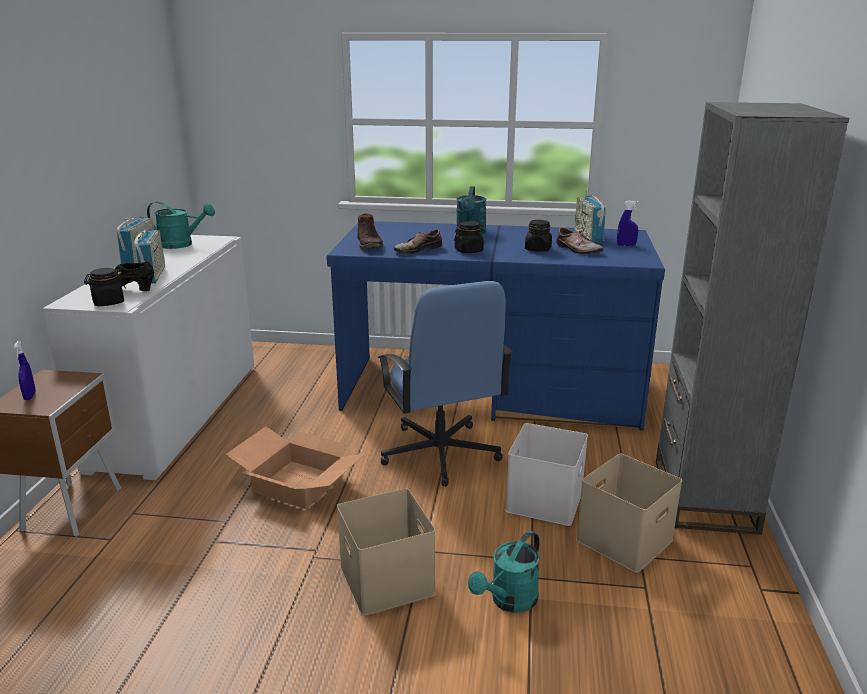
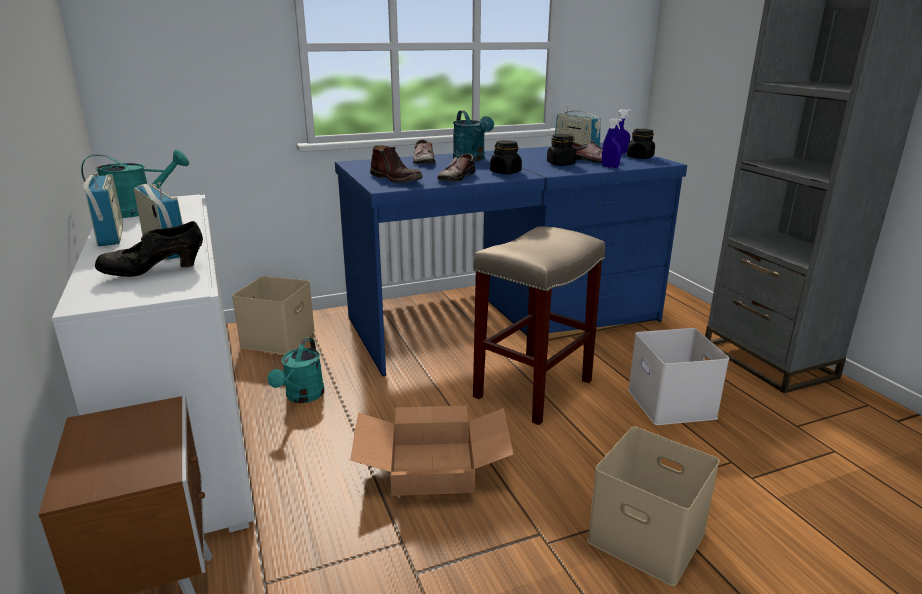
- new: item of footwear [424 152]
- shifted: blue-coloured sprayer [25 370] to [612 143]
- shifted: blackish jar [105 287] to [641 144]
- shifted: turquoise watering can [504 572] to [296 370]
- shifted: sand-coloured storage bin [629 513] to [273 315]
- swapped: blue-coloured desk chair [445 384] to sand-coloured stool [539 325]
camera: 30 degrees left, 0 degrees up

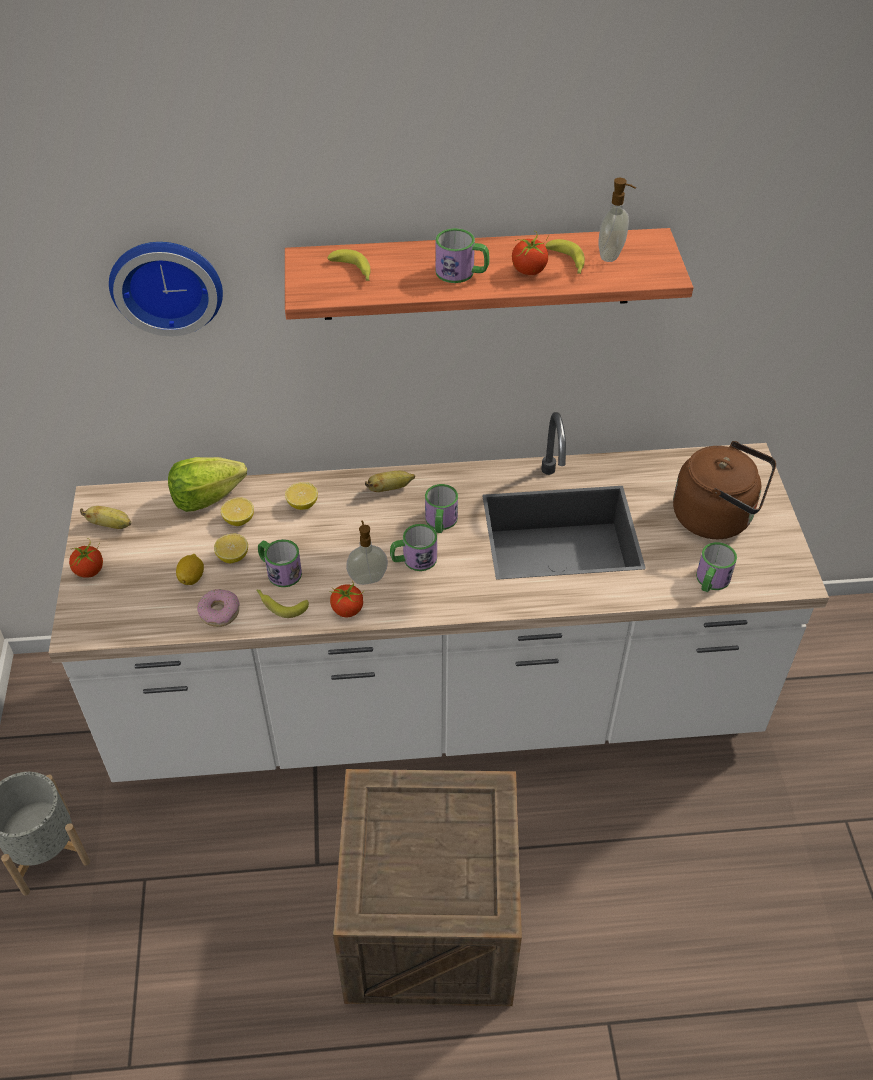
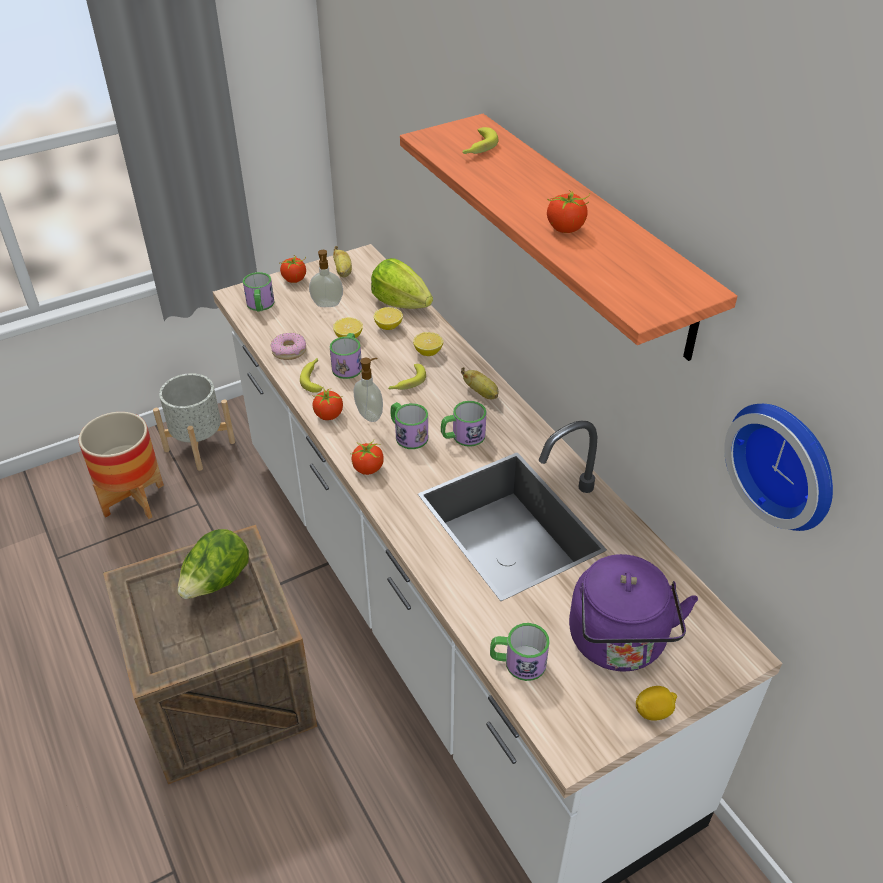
- new: flower pot [121 465]
- new: head of lettuce [213 564]
- new: whole tomato [367 457]
- shifted: clock on the wall [166 289] to [778 467]
- shifted: whole lemon [190 569] to [656 703]
- shifted: coffee mug [463 255] to [258 292]
- shifted: banana [565 256] to [407 377]
- shifted: soap dispenser [617 220] to [326 278]
- repainted: brown-coloured water kettle [724 490] to purplish water kettle [633 613]
camera: 65 degrees right, 5 degrees down

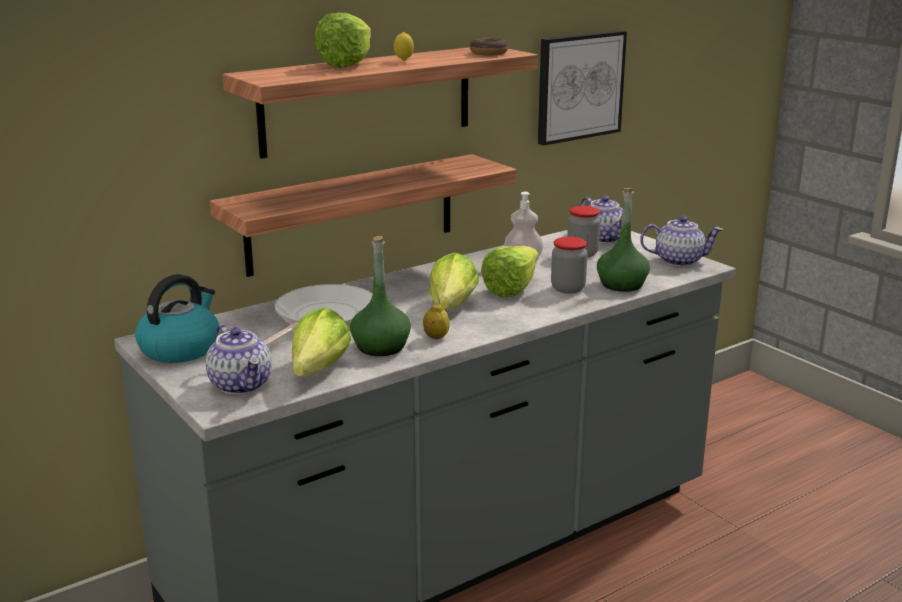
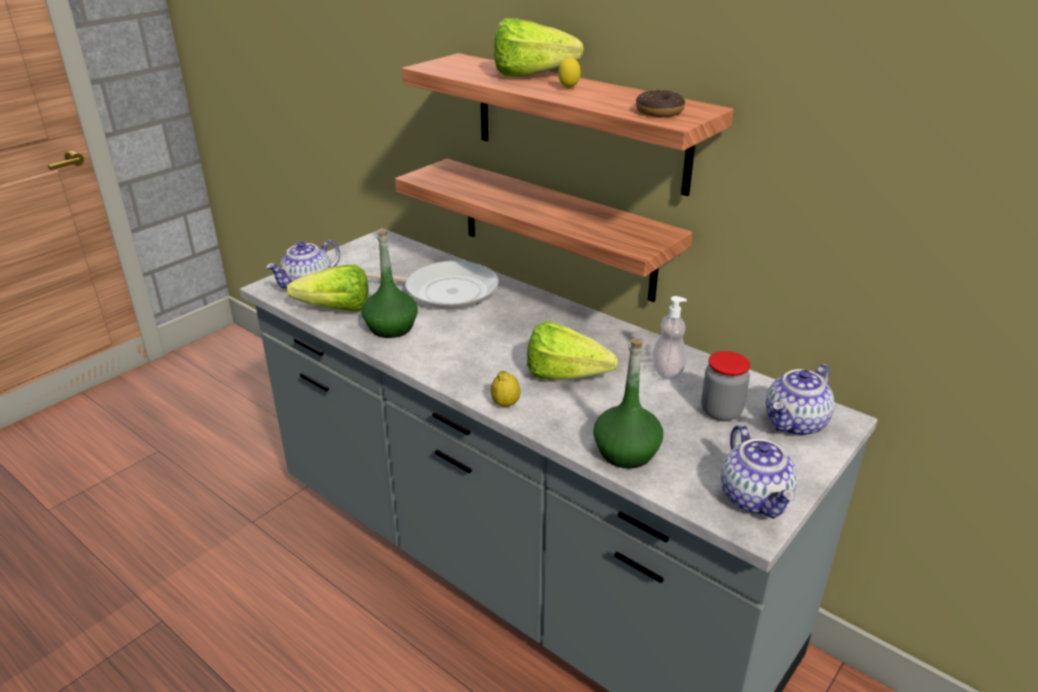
- gone: water kettle [177 318]
- gone: head of lettuce [454 281]
- gone: wall picture [582 88]
- gone: jar [569 265]
- shifted: whole lemon [436 321] to [505 389]
camera: 75 degrees right, 10 degrees up

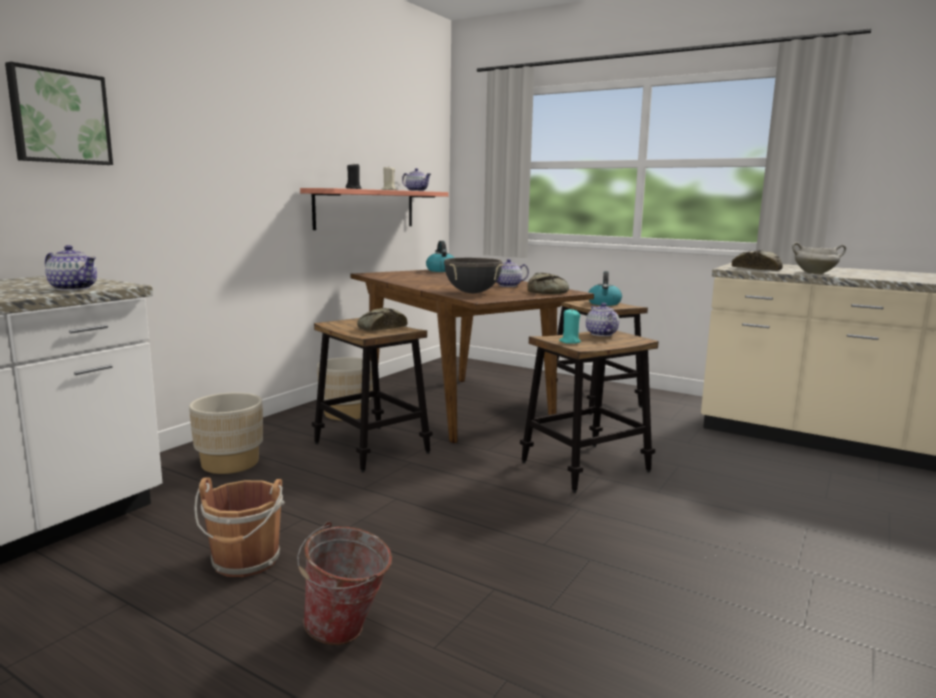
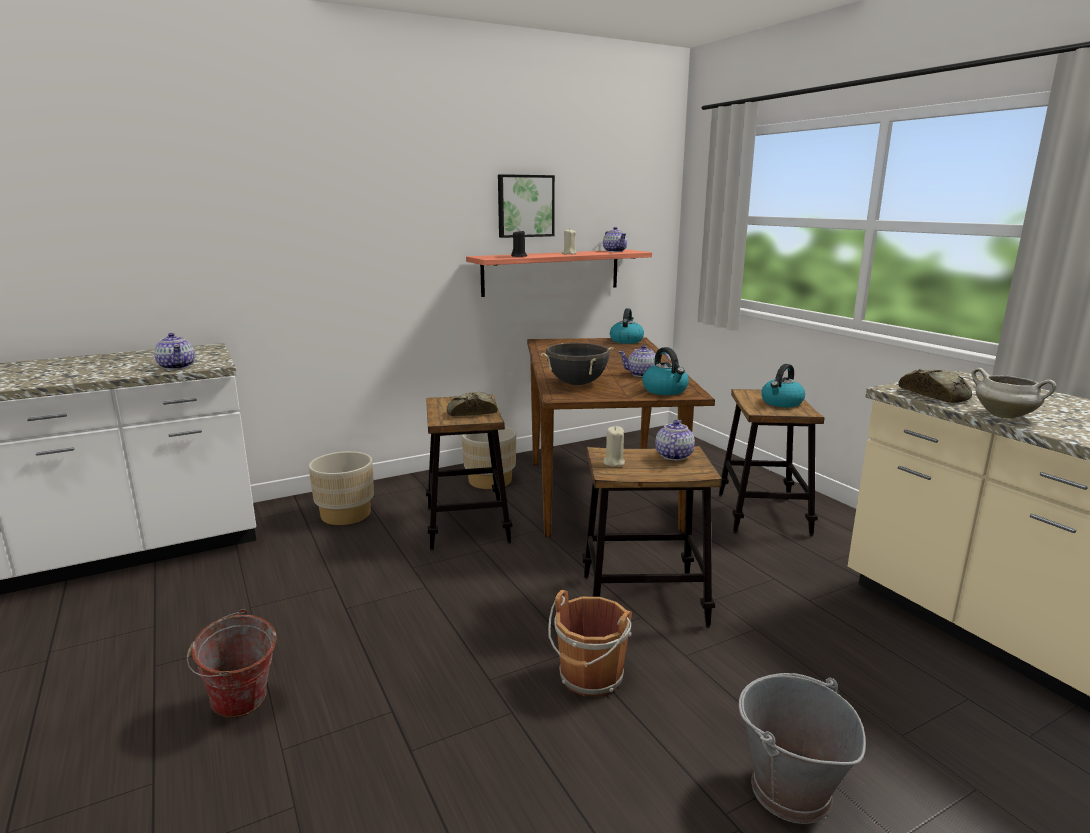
- new: grey pail [802 748]
- shifted: wall picture [59 113] to [526 206]
- shifted: brown-coloured pail [239 527] to [590 643]
- swapped: bakery bread [548 283] to water kettle [665 371]
- repainted: turquoise candle [570 326] to sand-coloured candle [614 446]
camera: 30 degrees right, 5 degrees up

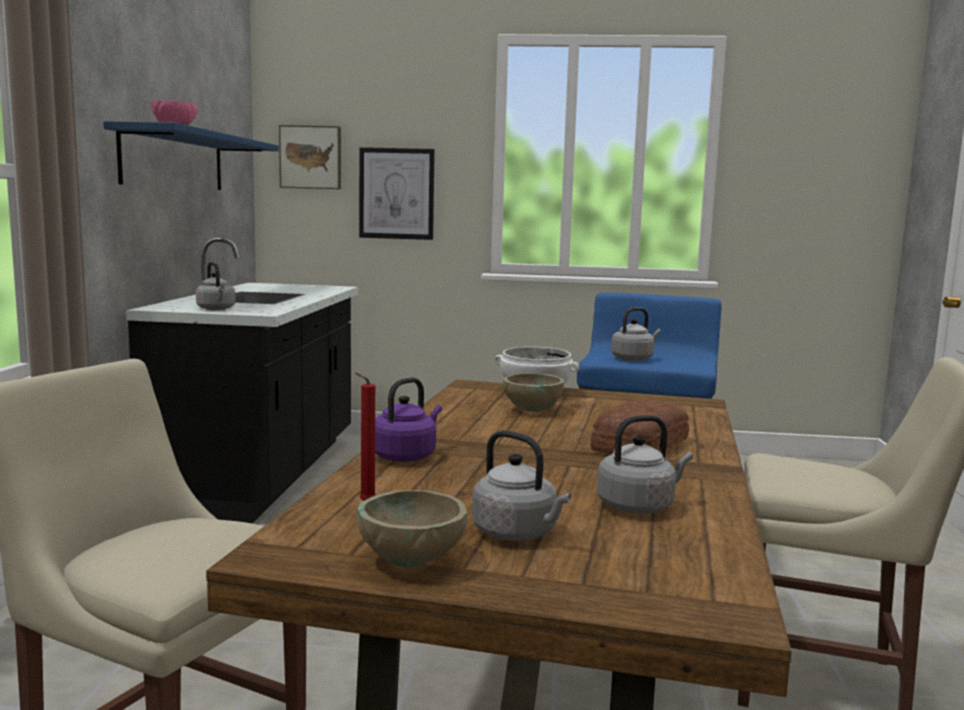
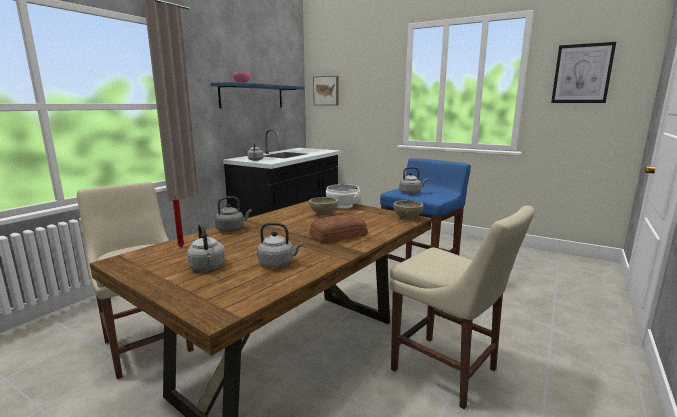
- shifted: sand-coloured bowl [412 528] to [408 209]
- shifted: wall picture [397 193] to [583 72]
- repainted: purplish water kettle [408 419] to grey water kettle [233 214]
camera: 25 degrees right, 5 degrees up

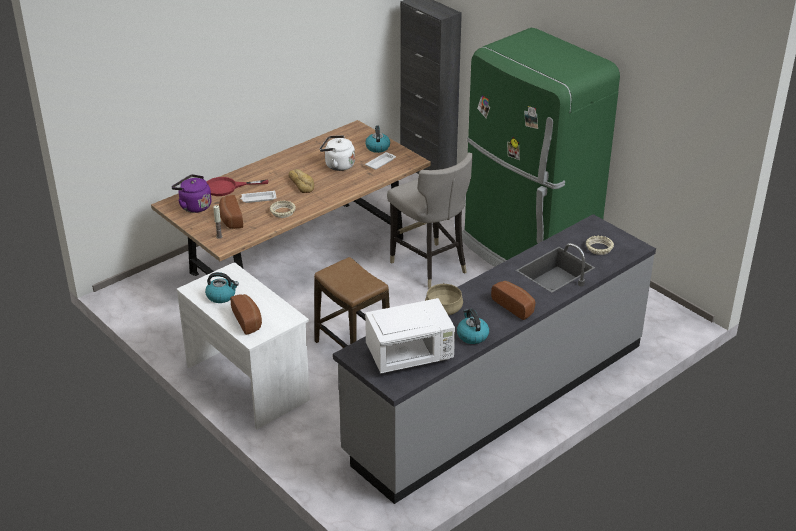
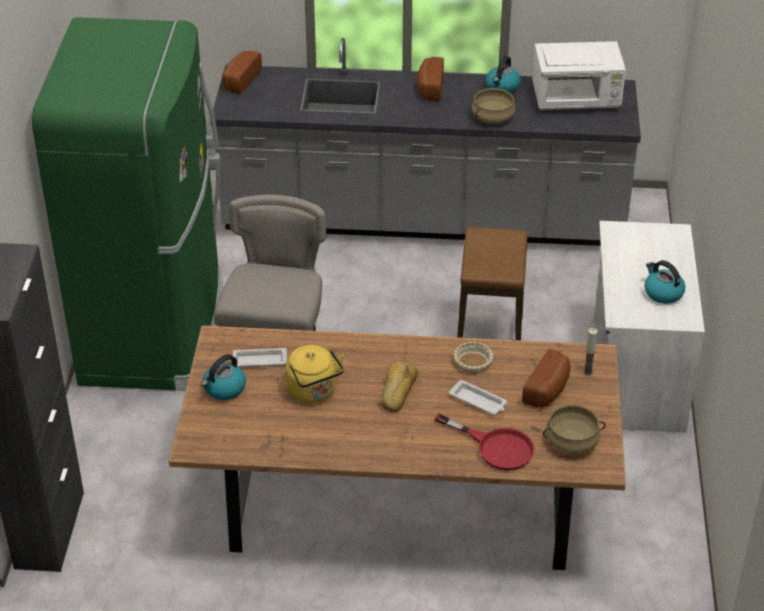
- gone: sand-coloured bowl [600 245]
- shifted: bakery bread [246 314] to [242 72]
- swapped: purplish water kettle [192 193] to sand-coloured saucepot [574 429]
- repainted: whitish water kettle [337 153] to yellow-coloured water kettle [314 374]
- rotated: whitish kitchen microwave [410 335] = [579 75] 150 degrees clockwise
camera: 135 degrees left, 5 degrees up

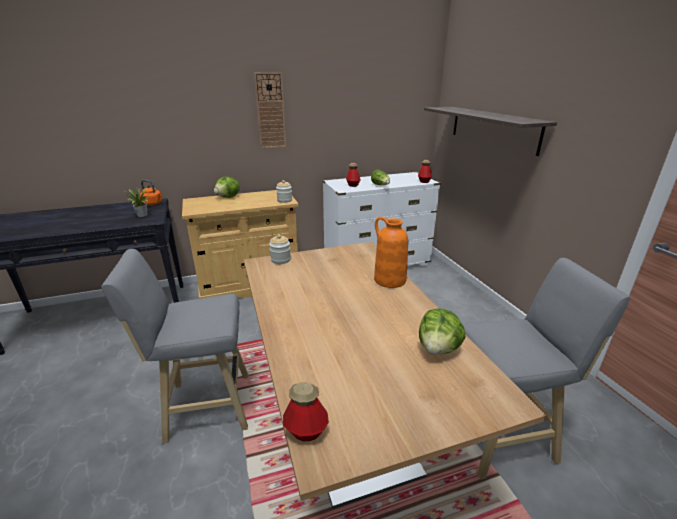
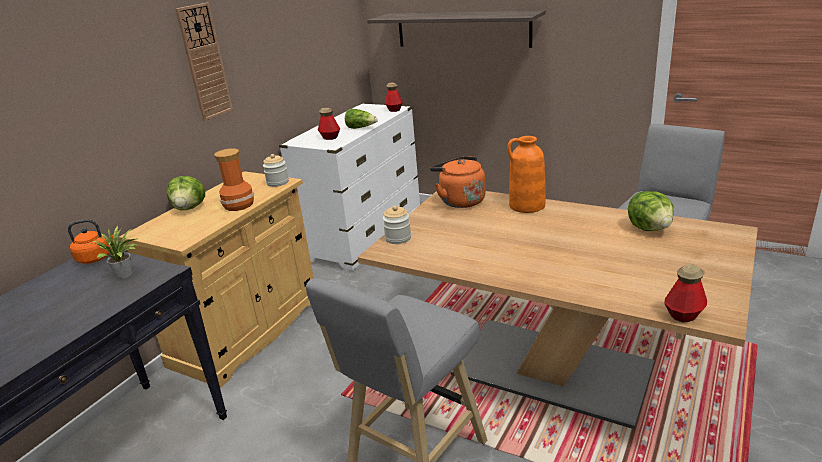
- new: decorative vase [234 179]
- new: orange-coloured water kettle [458 182]
camera: 40 degrees left, 0 degrees up

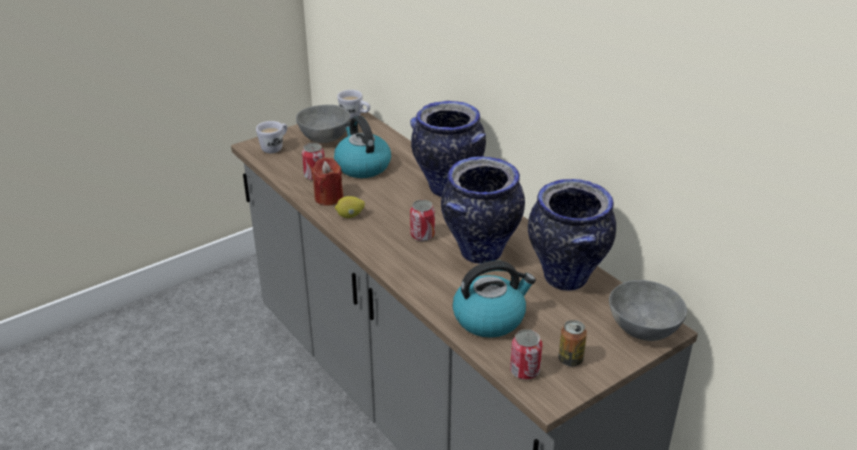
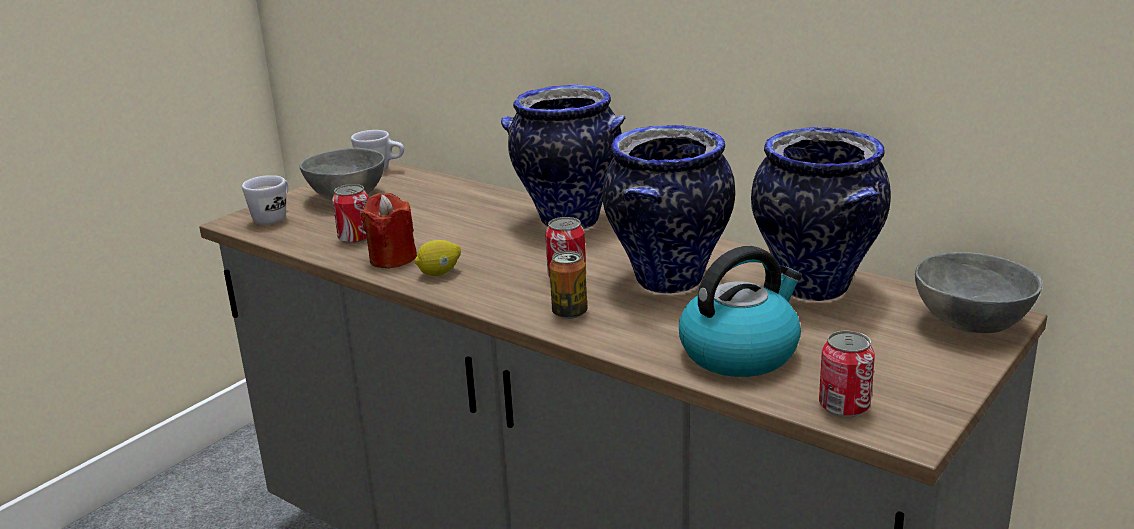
- gone: water kettle [362 147]
- shifted: can [572 343] to [568 285]
camera: 15 degrees left, 10 degrees down

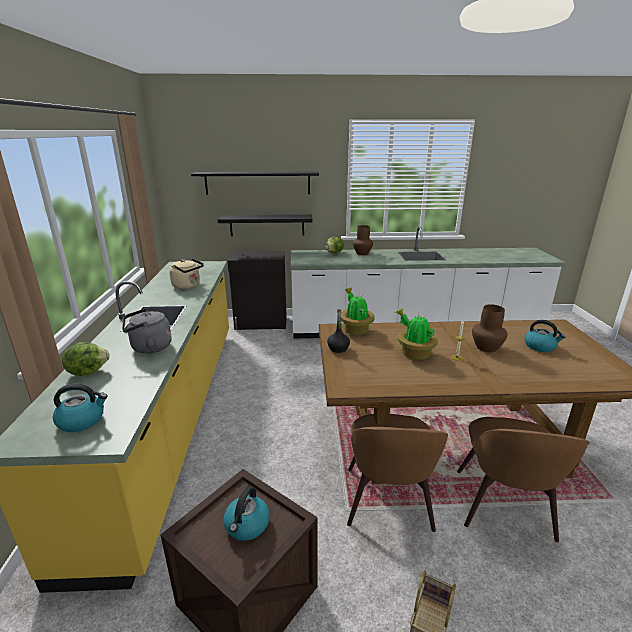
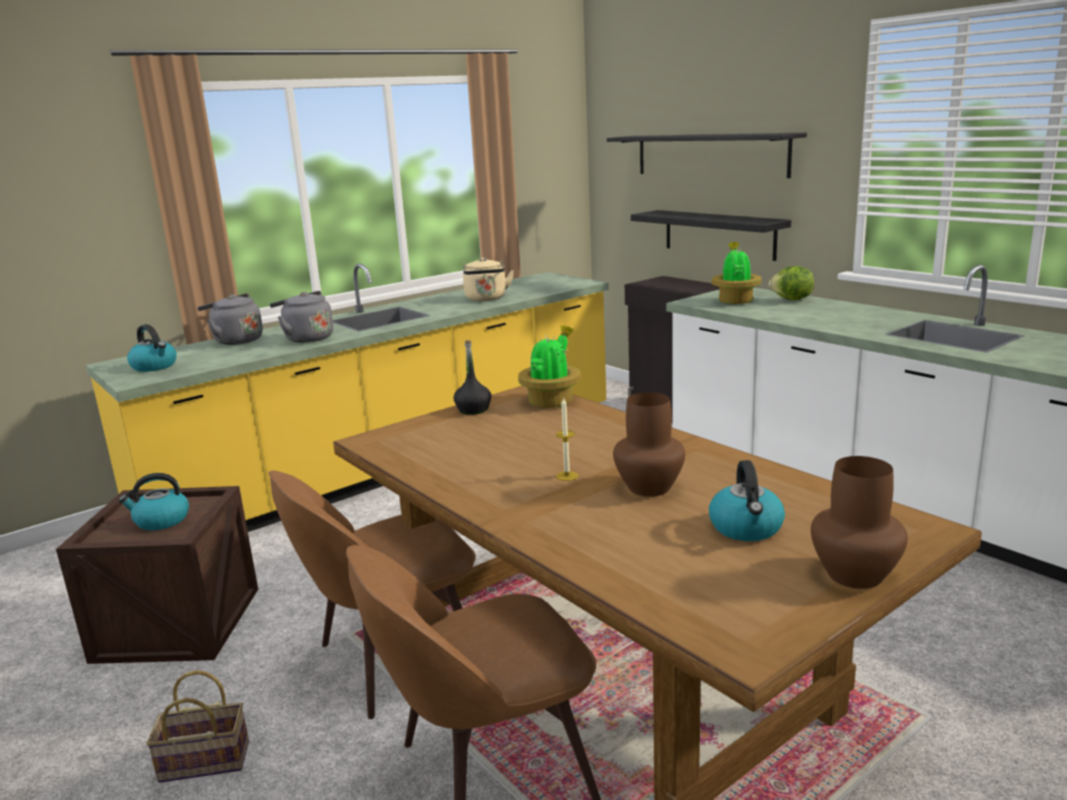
- shifted: brown-coloured decorative vase [363 240] to [859 522]
- shifted: houseplant [417 334] to [736 273]
- swapped: head of lettuce [86 359] to grey water kettle [230 319]
camera: 55 degrees right, 5 degrees down

